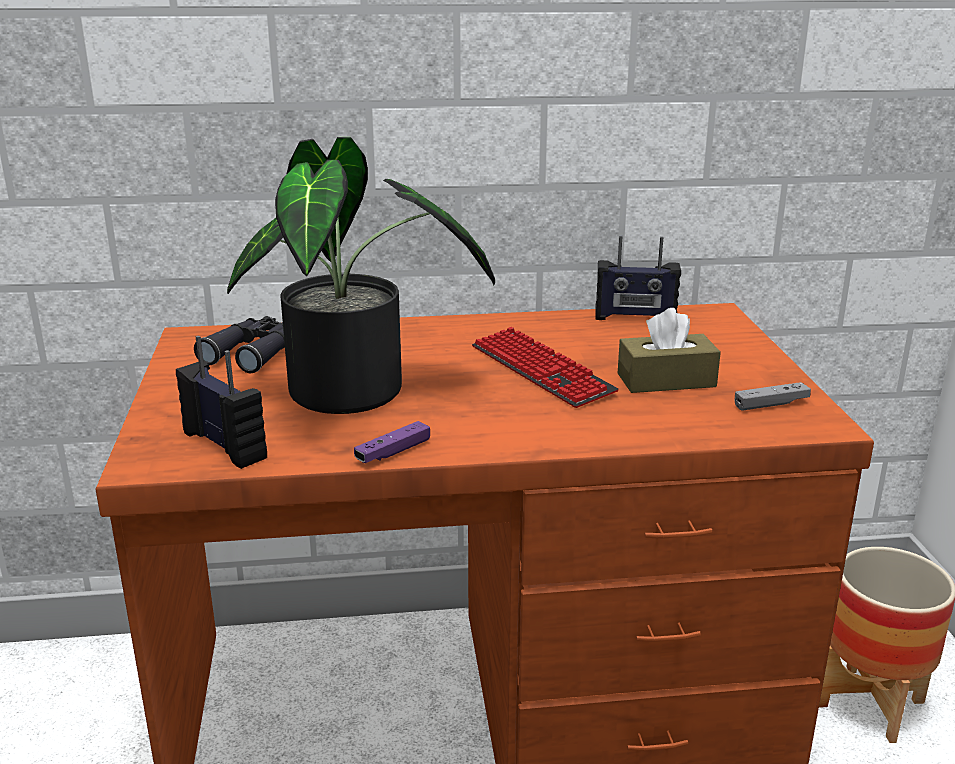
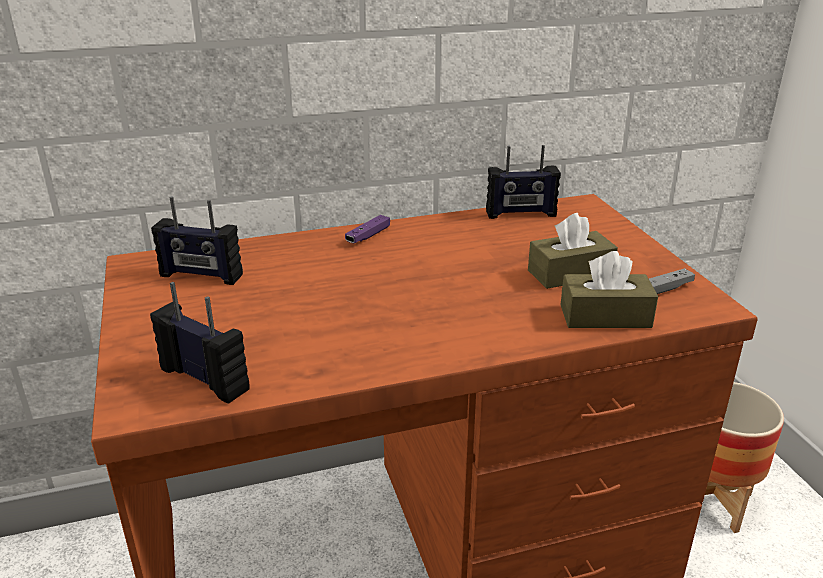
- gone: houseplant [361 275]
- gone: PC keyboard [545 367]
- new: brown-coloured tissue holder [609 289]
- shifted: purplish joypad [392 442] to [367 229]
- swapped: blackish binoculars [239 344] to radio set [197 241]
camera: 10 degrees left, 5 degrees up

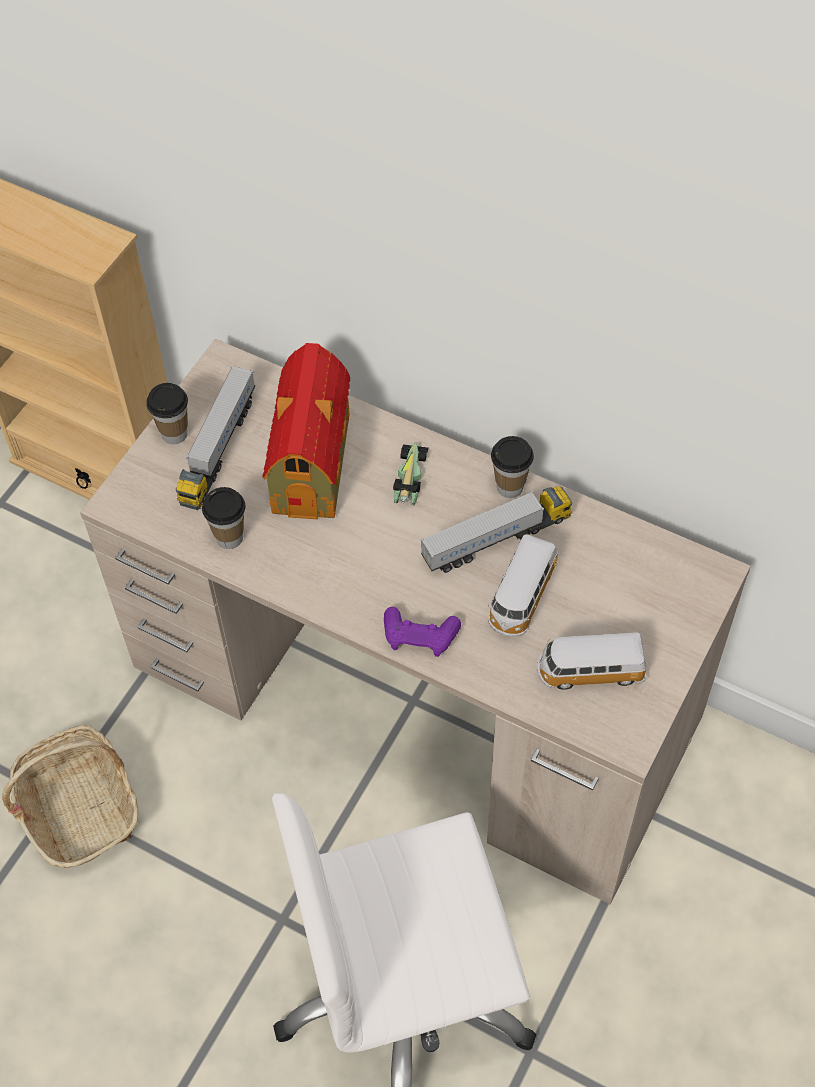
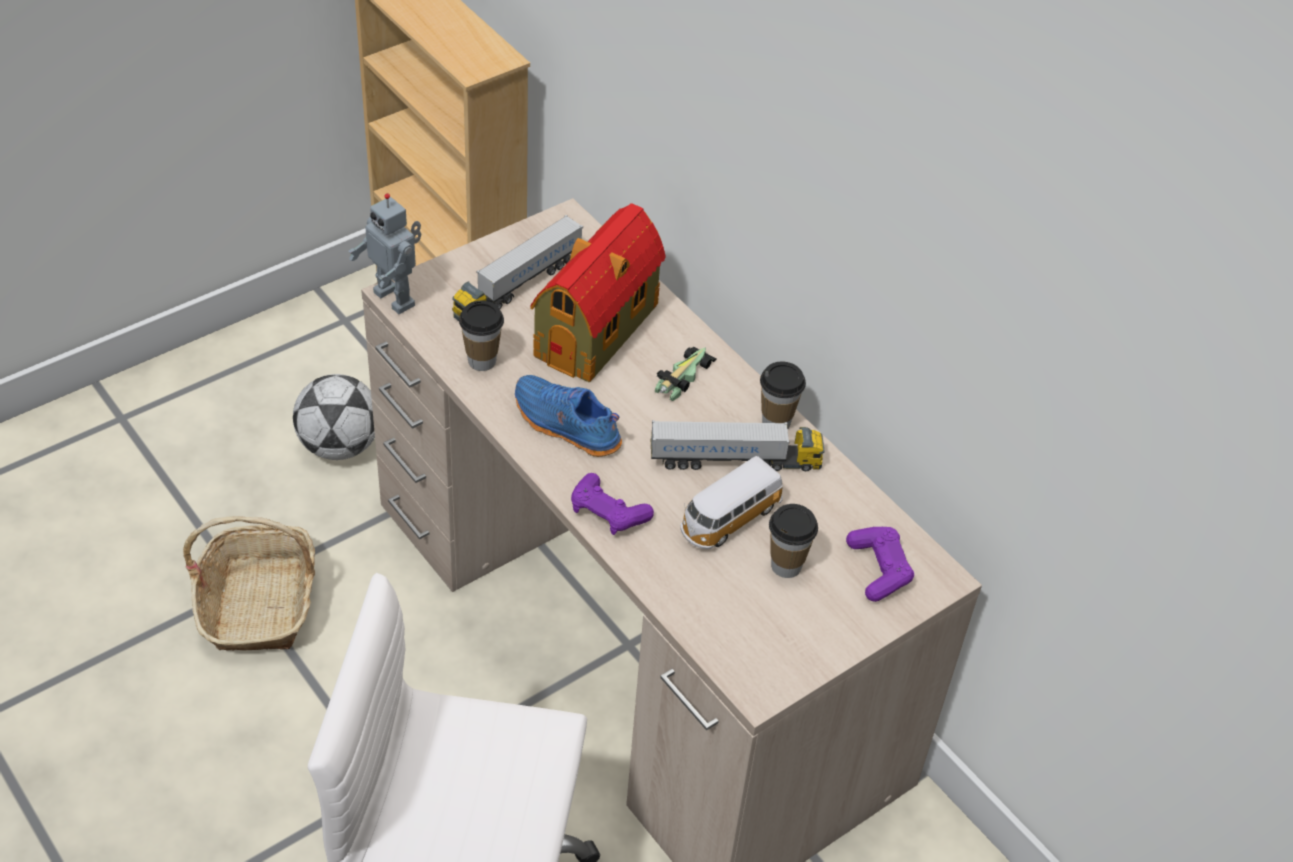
- gone: miniature car [591 661]
- new: football ball [334 417]
- new: robot figure [385 253]
- new: blue-coloured item of footwear [568 416]
- new: purplish joypad [880 564]
- shifted: drinking cup [167 413] to [793 541]
camera: 20 degrees right, 10 degrees down

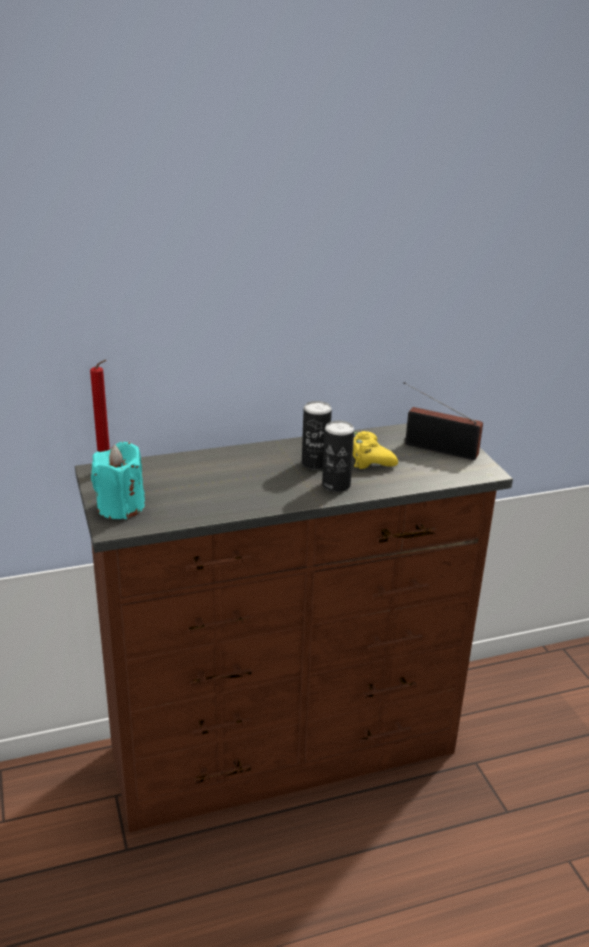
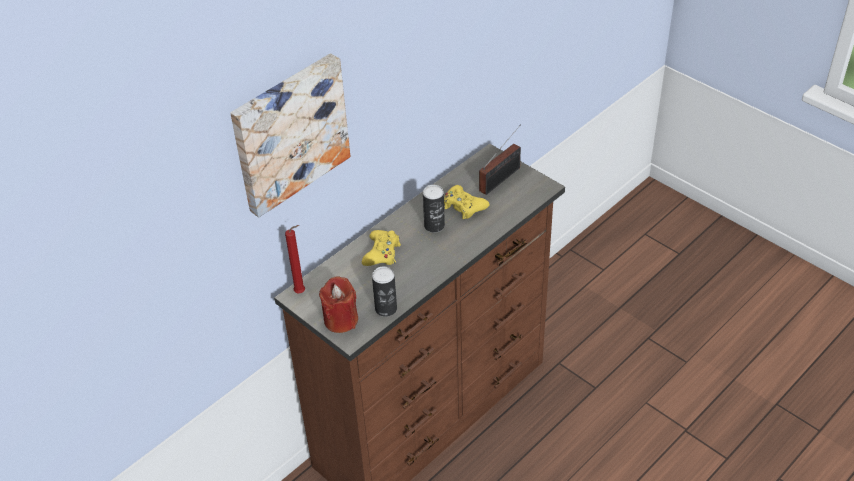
- new: wall picture [290 135]
- new: yellow-coloured joypad [381 248]
- shifted: can [338 456] to [384 291]
- repainted: turquoise candle [118 480] to red-coloured candle [338 304]
- rotated: radio set [443 421] = [500 159] 135 degrees clockwise
camera: 25 degrees left, 15 degrees up

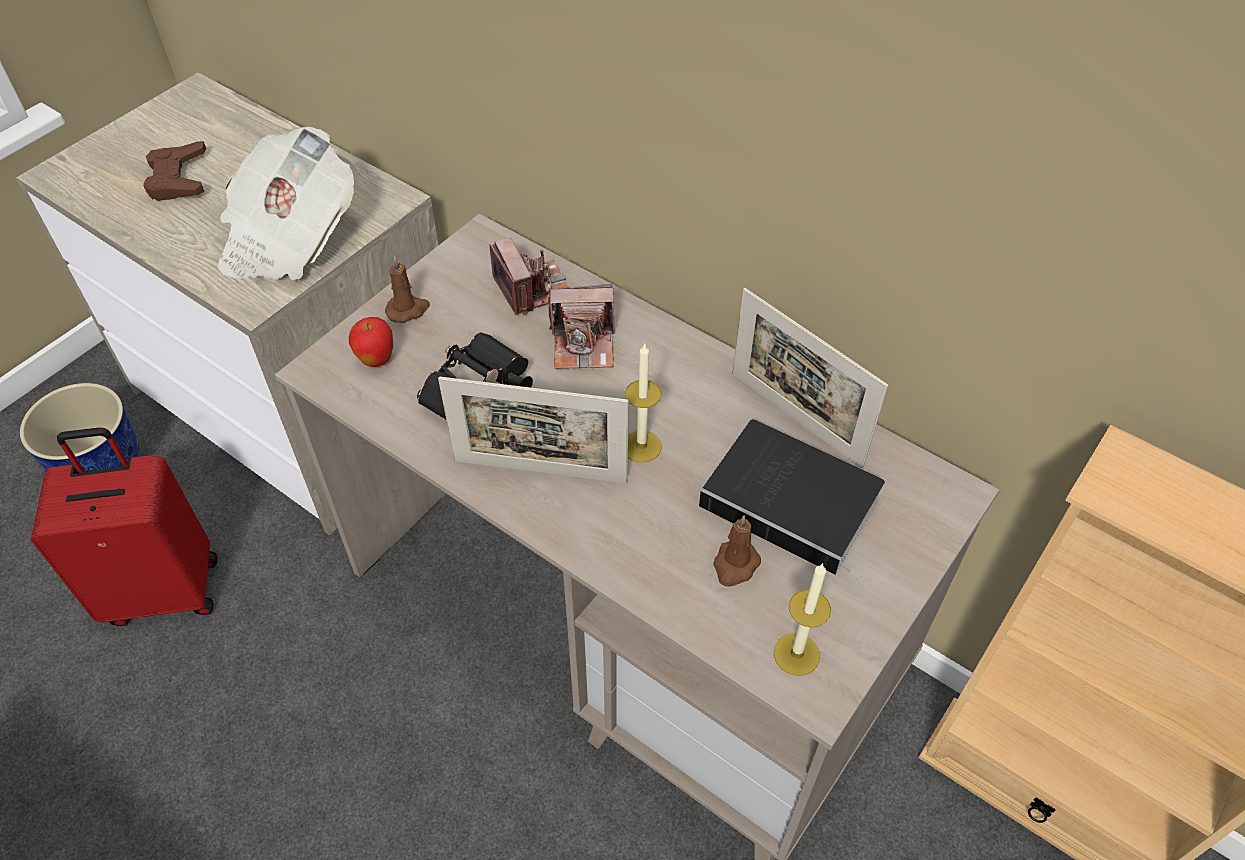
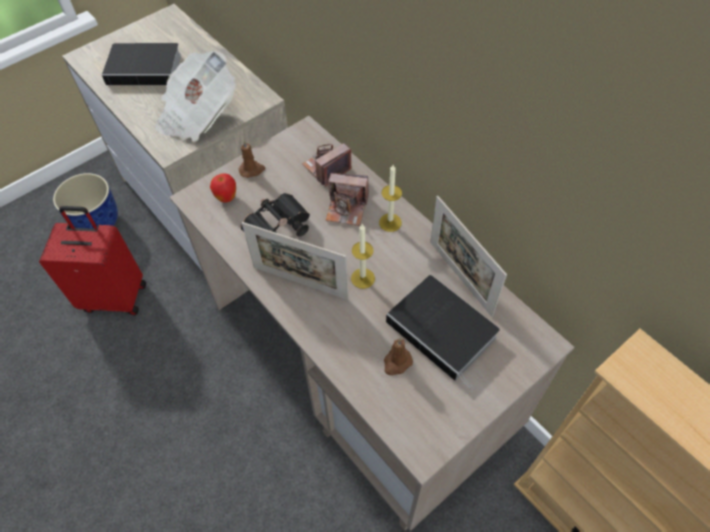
- shifted: candle [802 619] to [390 198]
- swapped: brown-coloured joypad [174 171] to book [141 64]
- rotated: still camera [529 276] = [327 165] 120 degrees counterclockwise
camera: 15 degrees right, 5 degrees up

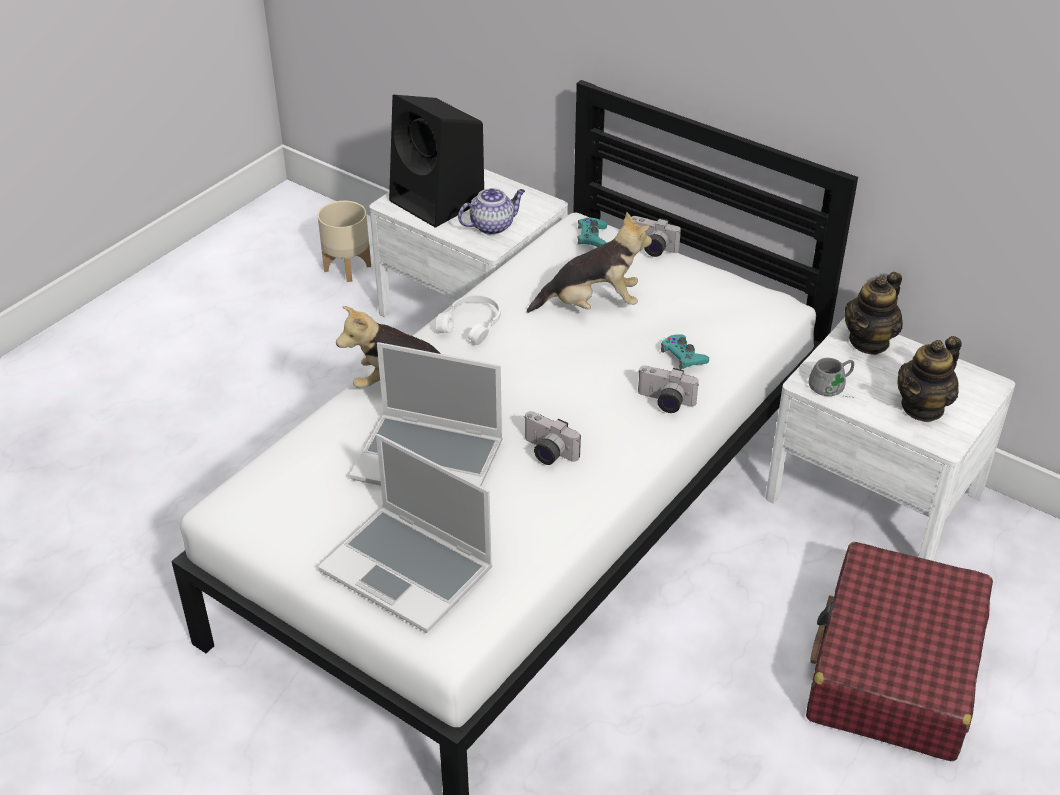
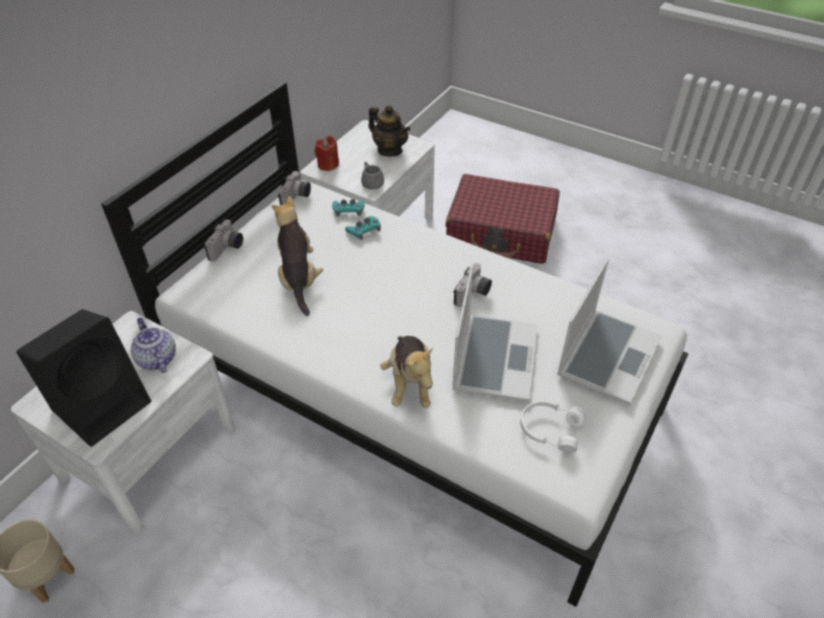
- shifted: whitish headphones [468 320] to [553 427]
- shifted: turquoise joypad [592 232] to [348 208]
- shifted: still camera [668 389] to [294 188]
- swapped: tea pot [874 313] to red-coloured candle [327 153]
camera: 95 degrees left, 5 degrees up

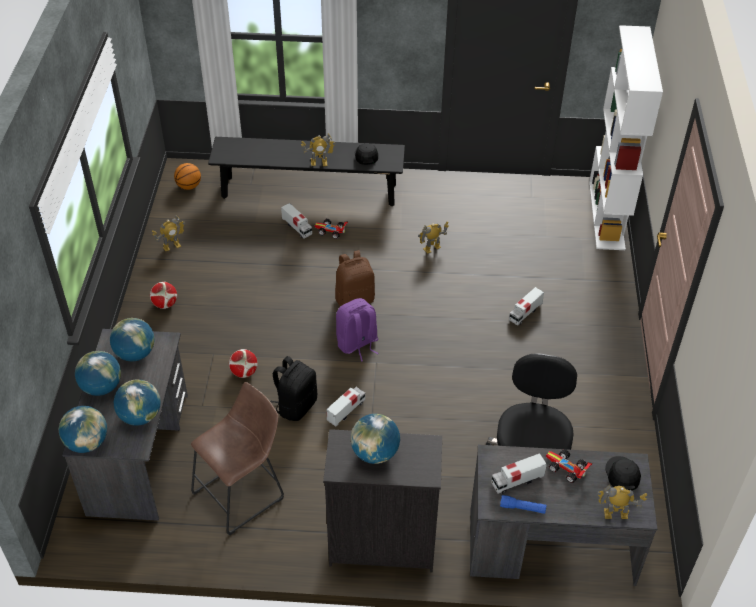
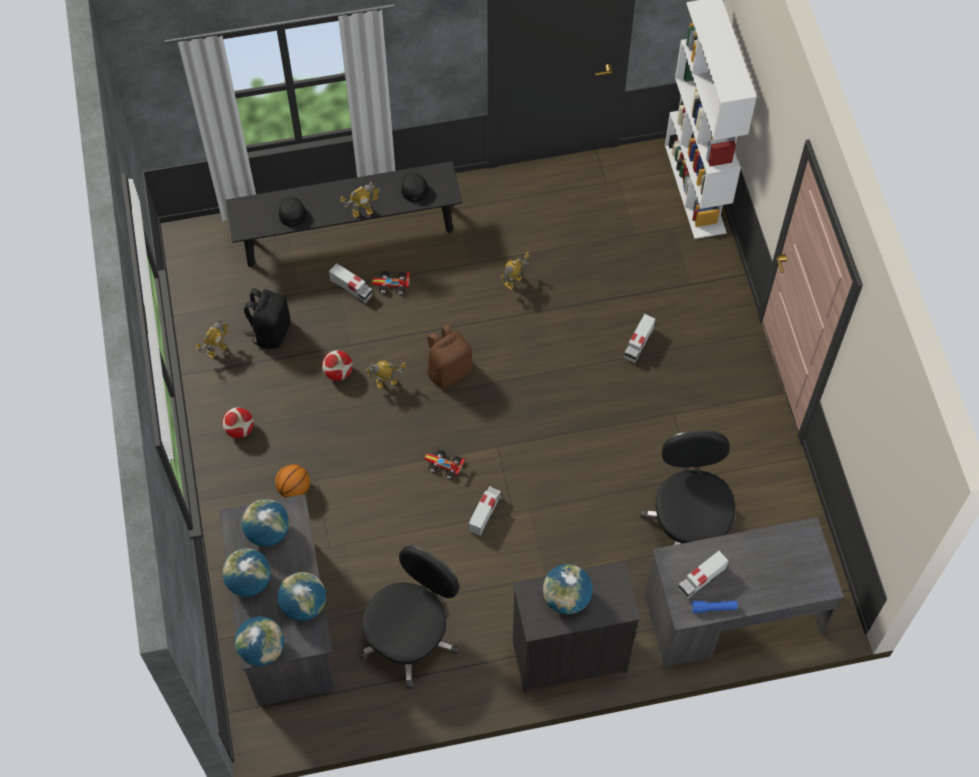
- gone: purplish backpack [357 330]
- shifted: basketball [187 176] to [292 481]
- shifted: football ball [243 363] to [337 365]
- shifted: blackish backpack [293 388] to [267 318]
- shifted: miniature car [569 466] to [445 464]
- shifted: robot figure [622 502] to [385 374]
- shifted: blackish baseball cap [623 473] to [291 211]
- swapped: brown-coloured stool [237 458] to blackish desk chair [408 617]
camera: 15 degrees left, 15 degrees up

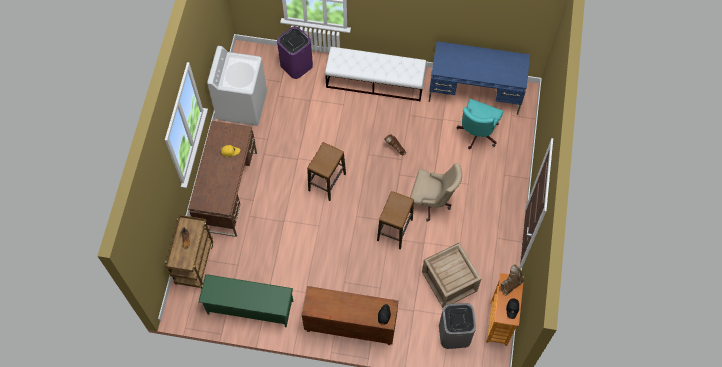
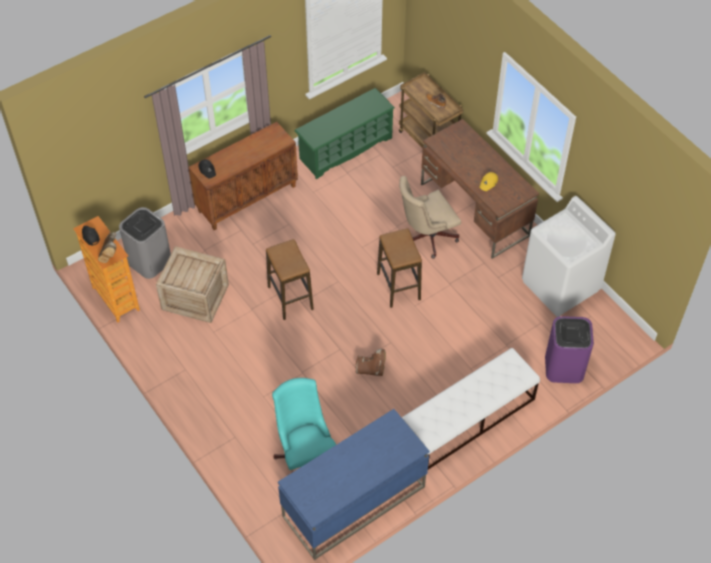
- shifted: sand-coloured desk chair [436 192] to [430 217]
camera: 135 degrees right, 10 degrees down

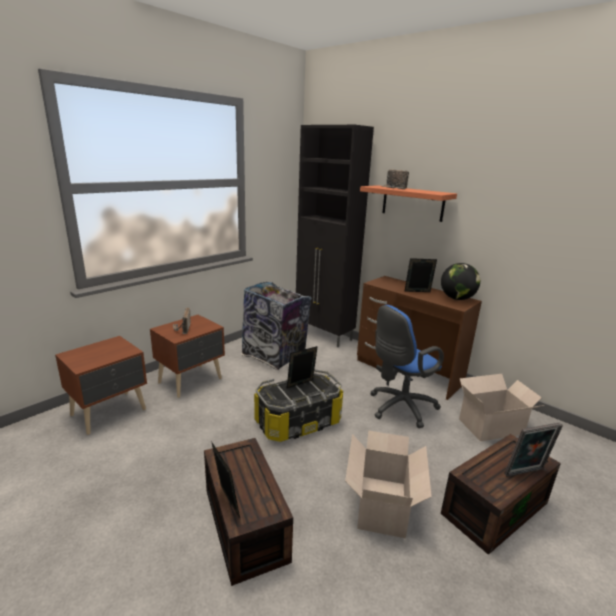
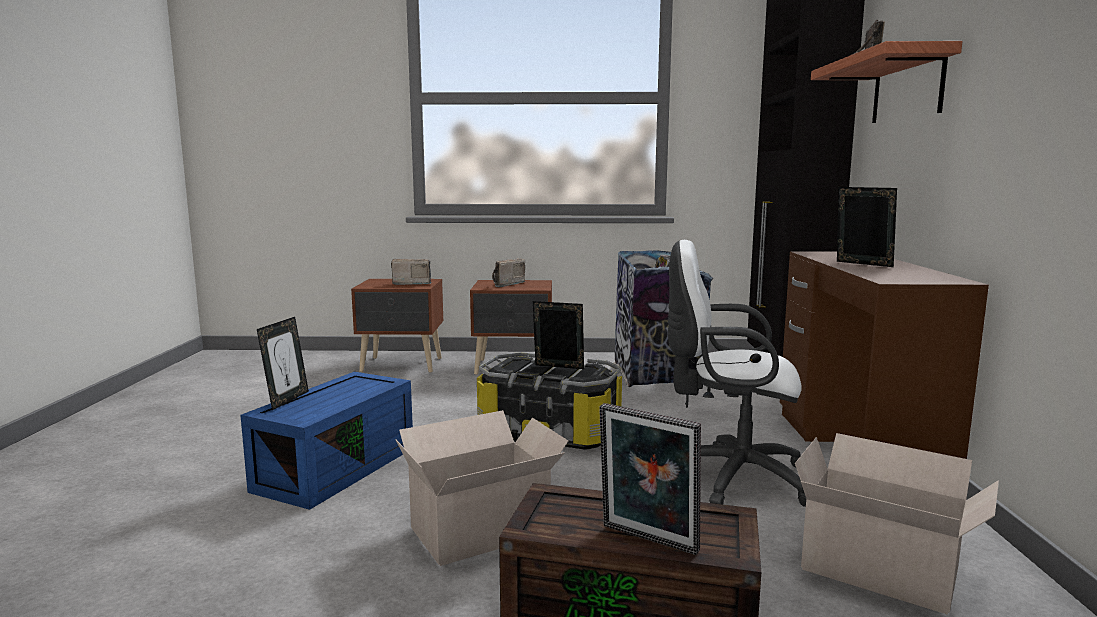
- gone: world globe [460 281]
- new: radio set [411 272]
- repainted: brown-coloured storage bin [248 512] to blue-coloured storage bin [326 441]
- repainted: blue-coloured desk chair [407 366] to whitish desk chair [737 373]
camera: 50 degrees right, 10 degrees down

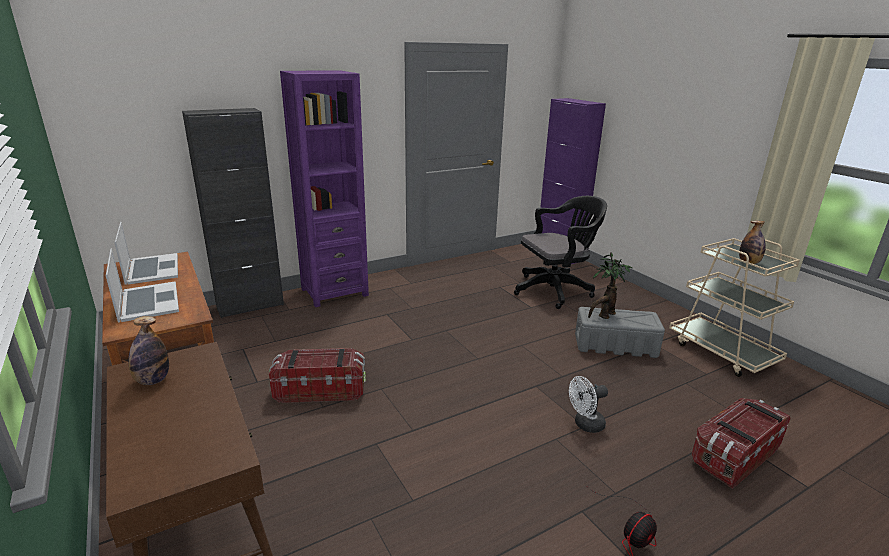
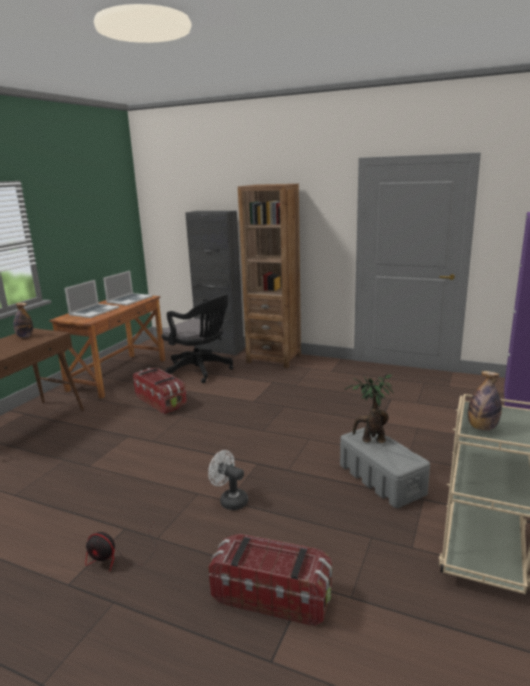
- shifted: blackish desk chair [560 252] to [198 338]
- repainted: purplish shelving unit [324 188] to brown-coloured shelving unit [269 276]
camera: 55 degrees right, 5 degrees down

